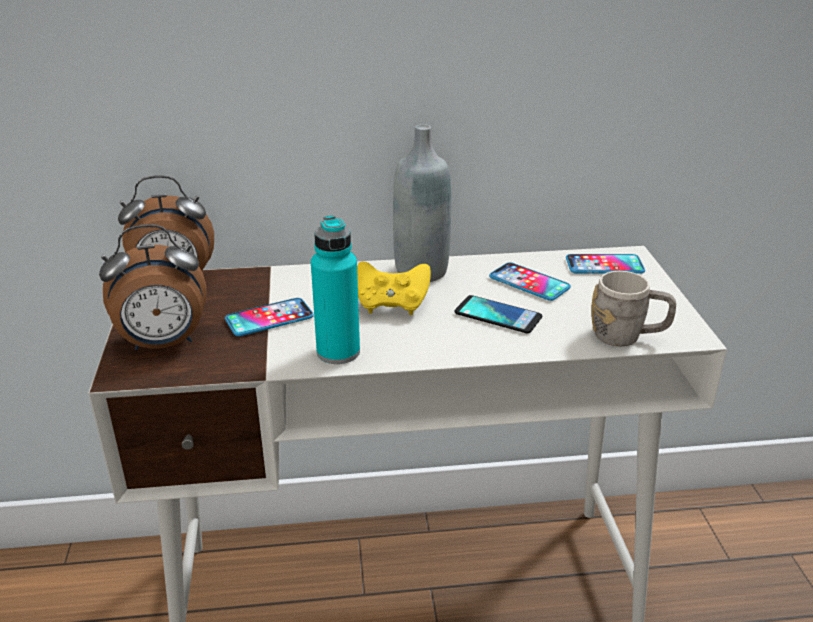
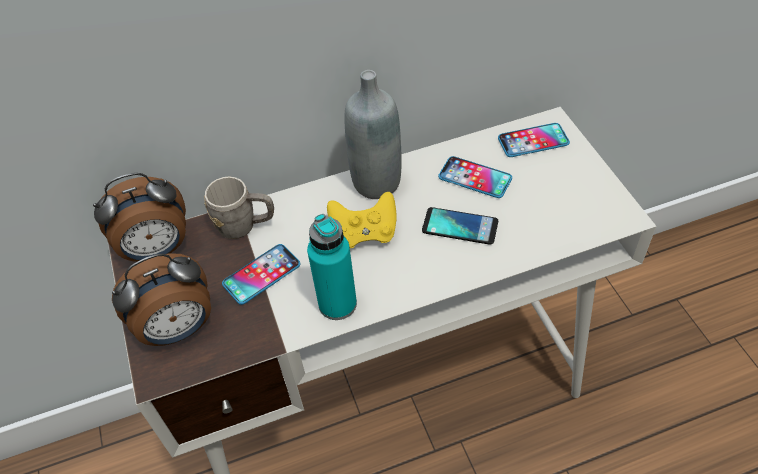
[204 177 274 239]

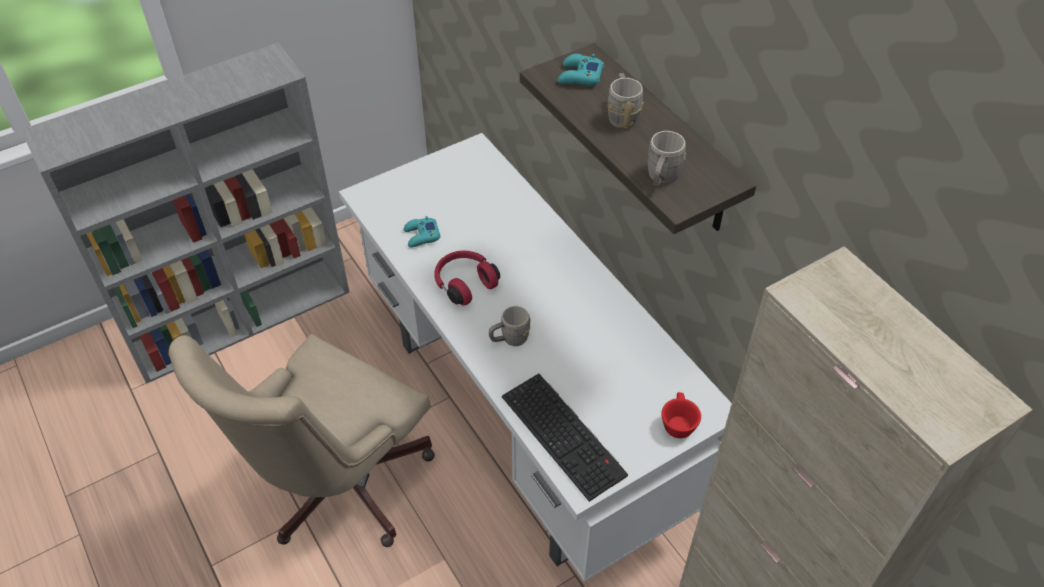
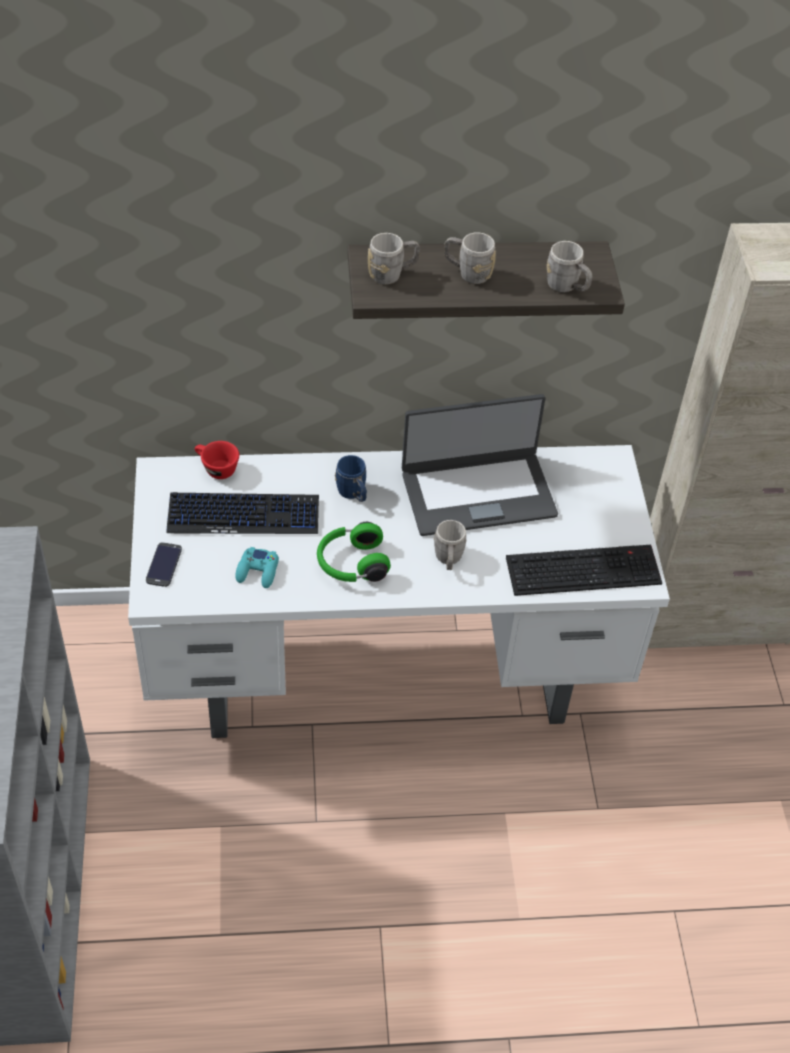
[169 334 435 547] (first image)
[146 542 182 587]
[166 492 319 534]
[335 455 367 502]
[402 394 558 536]
[195 441 239 479]
[368 233 420 285]
[317 522 391 582]

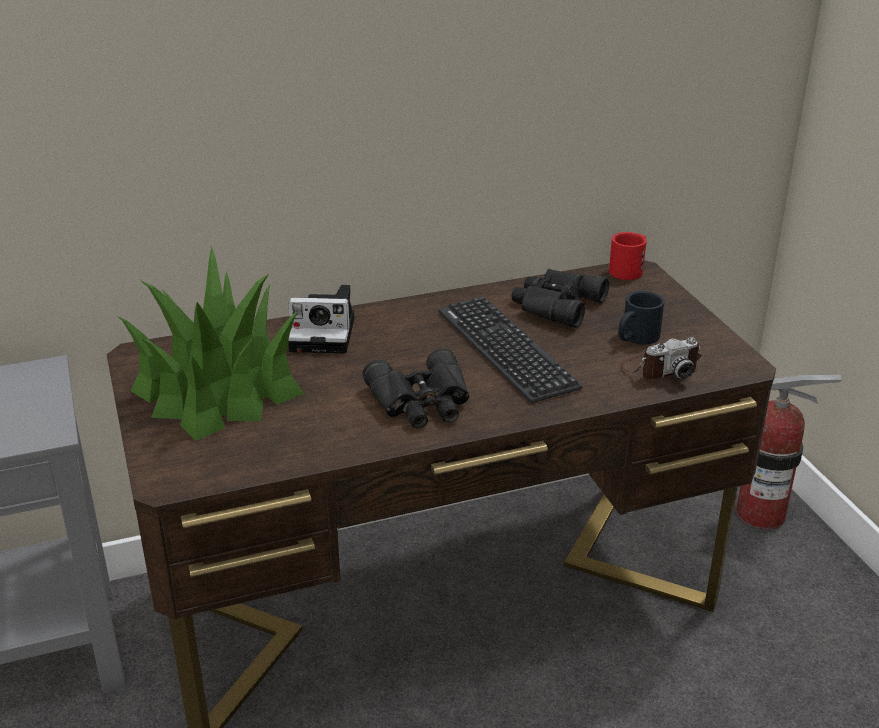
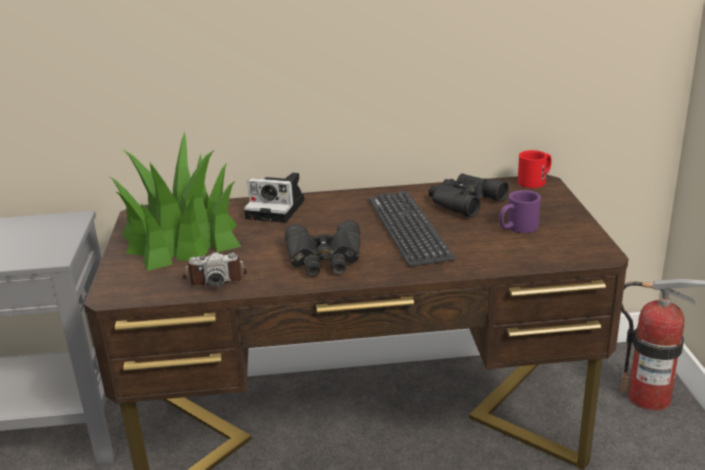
[182 252 247 287]
[499 190 541 233]

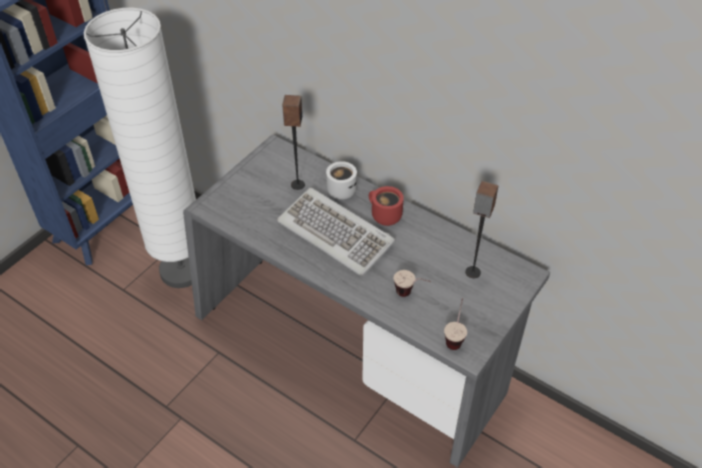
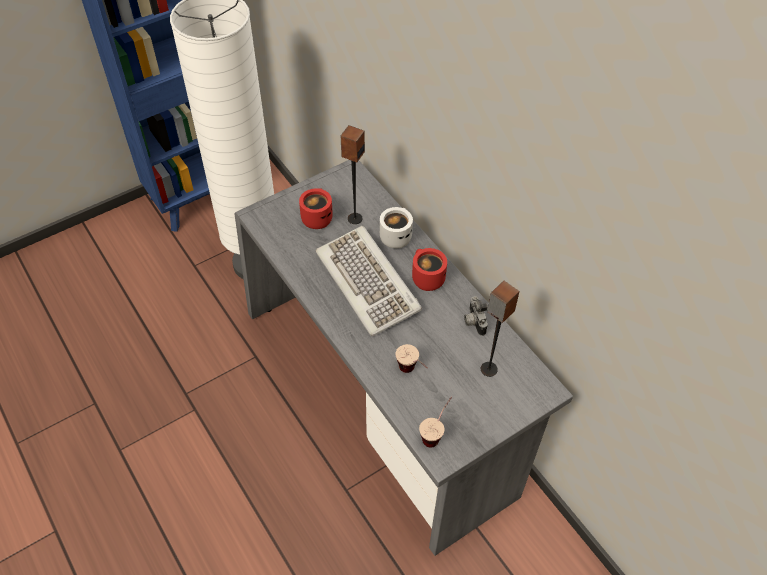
[299 188 333 229]
[464 296 488 336]

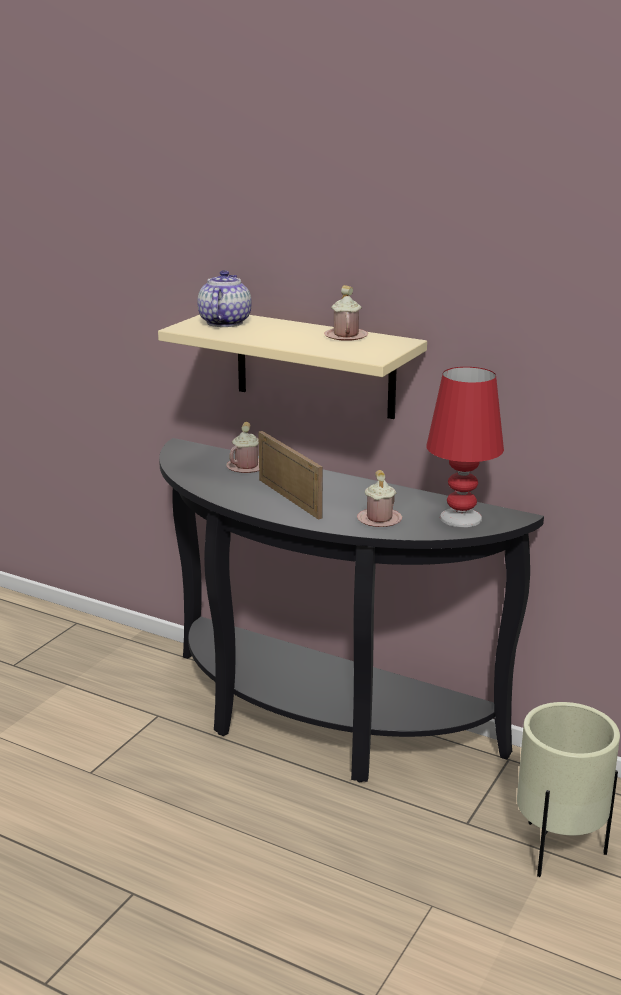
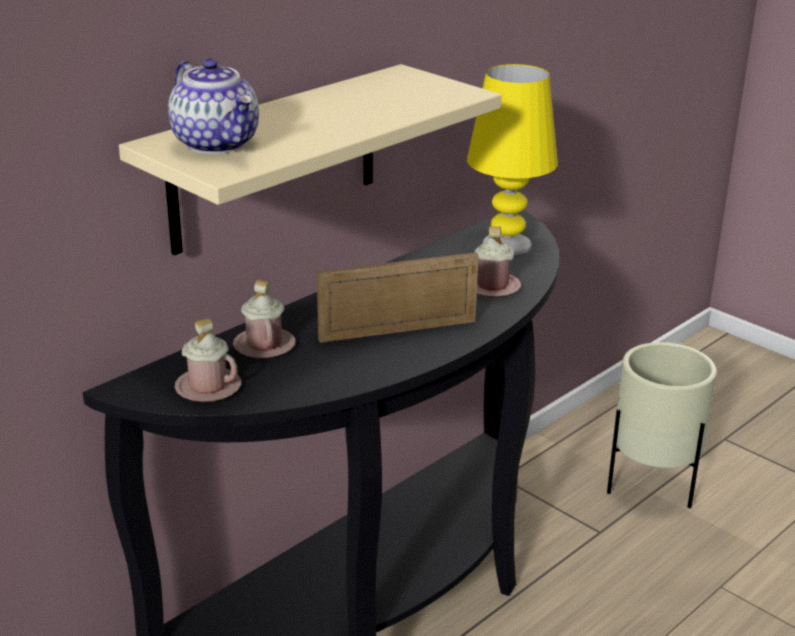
[175 318 241 402]
[467 64 558 255]
[168 58 259 154]

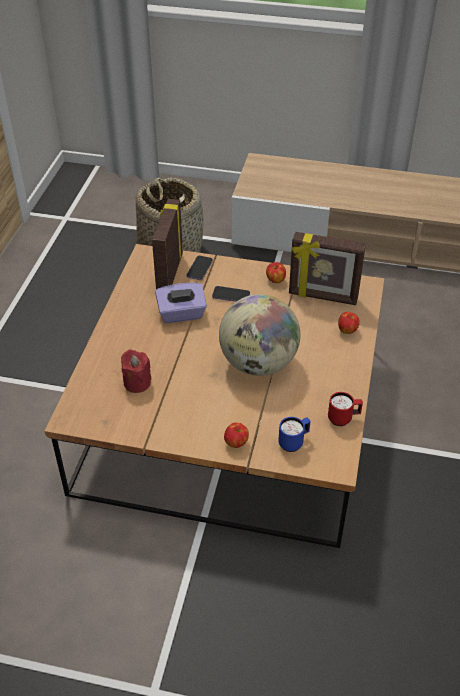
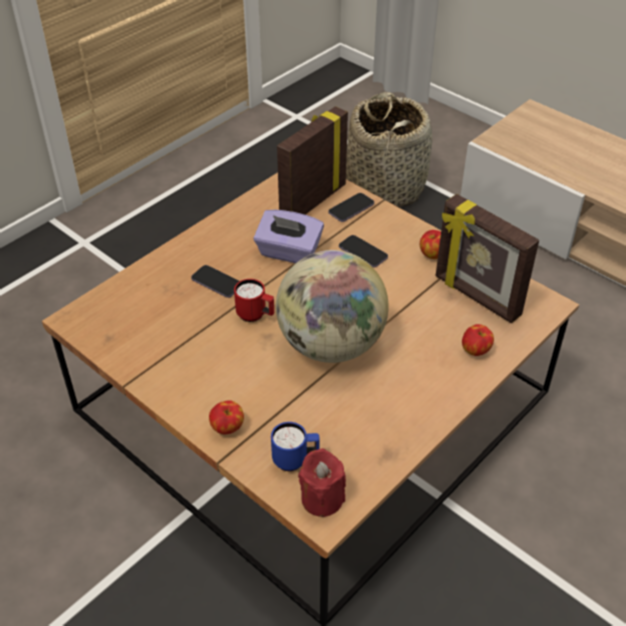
[191 265 239 298]
[298 449 346 517]
[234 279 274 322]

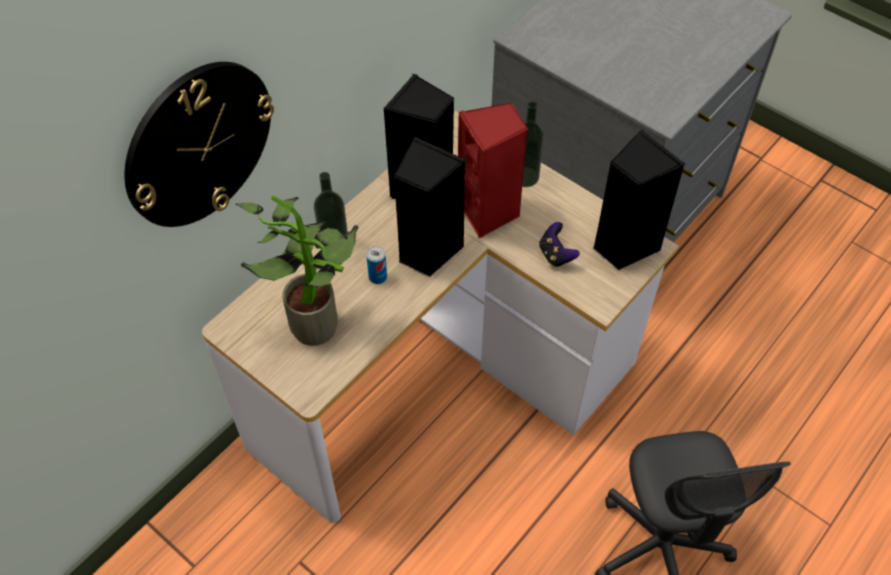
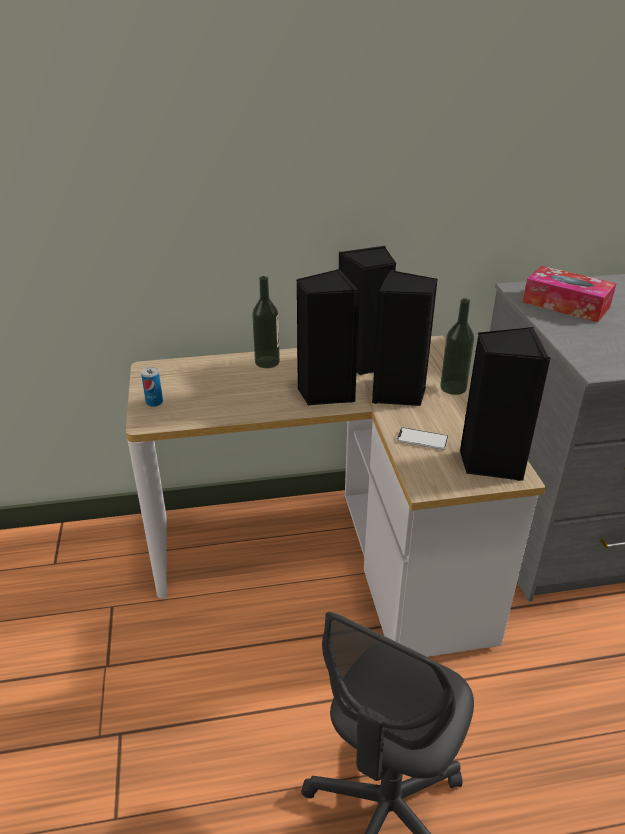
[124 62 274 227] (first image)
[236 195 359 346] (first image)
[523 266 616 322]
[141 367 163 407]
[397 427 449 450]
[372 270 438 406]

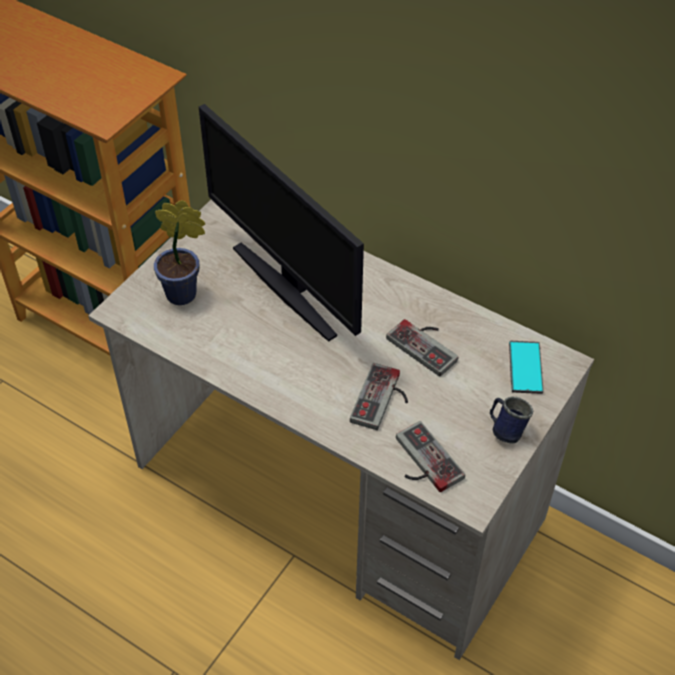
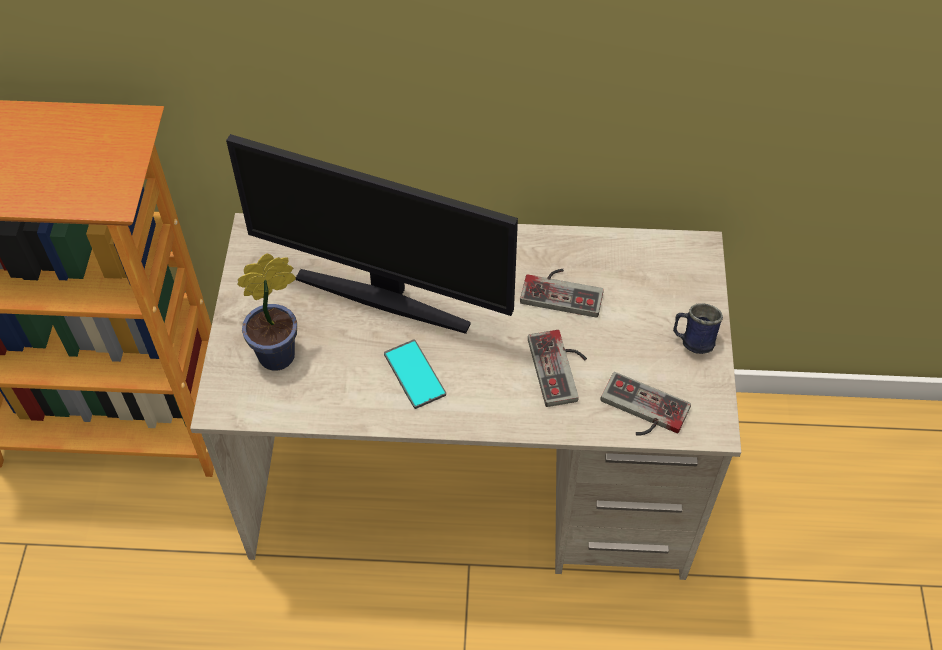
[384 339 446 409]

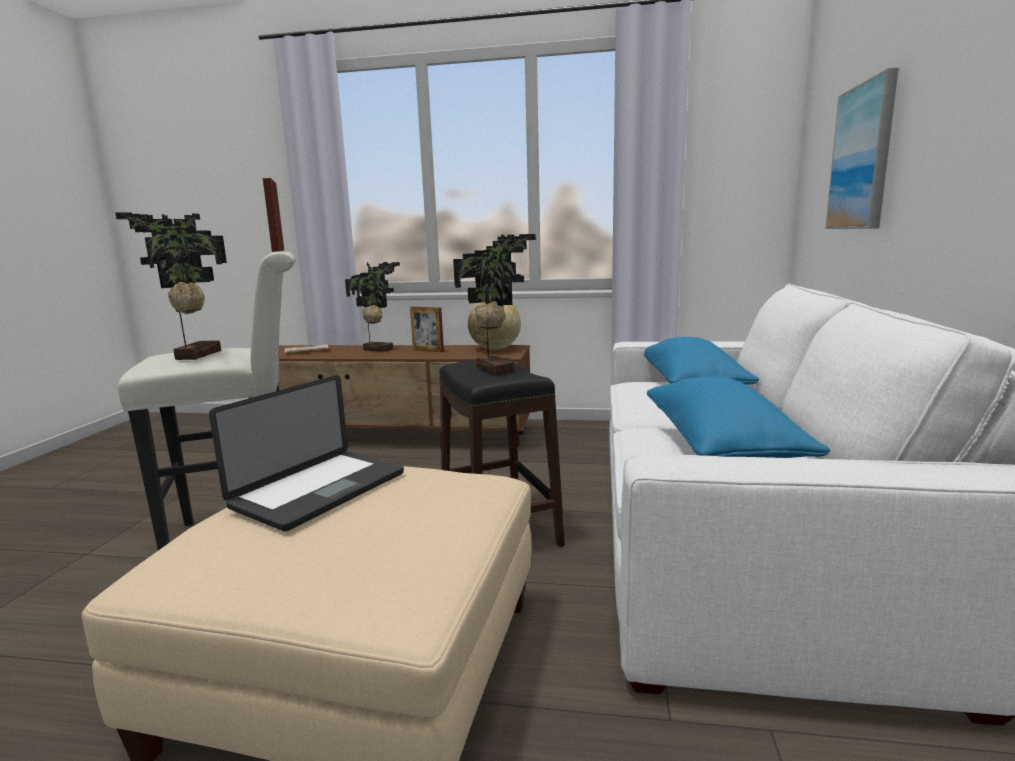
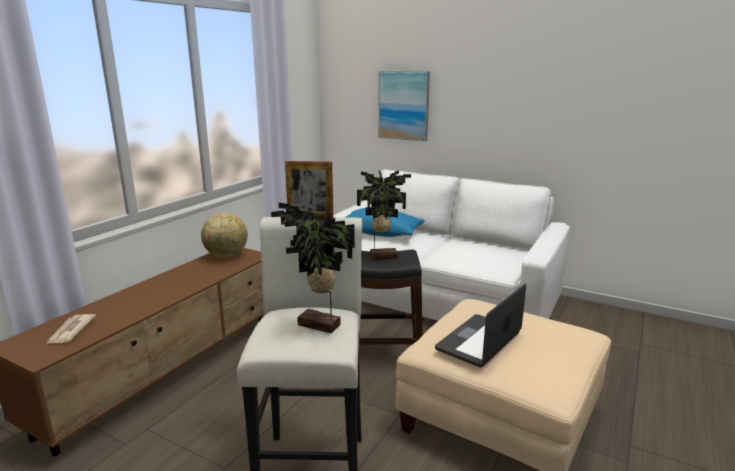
[345 262 400 352] (first image)
[410 307 444 352] (first image)
[647 377 830 458] (first image)
[435 284 526 367]

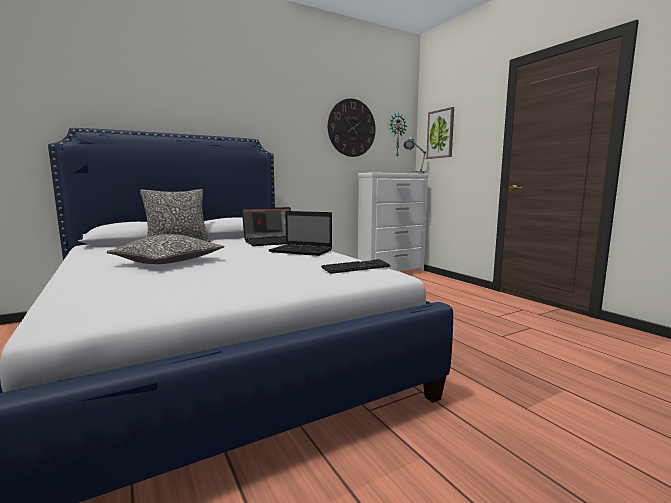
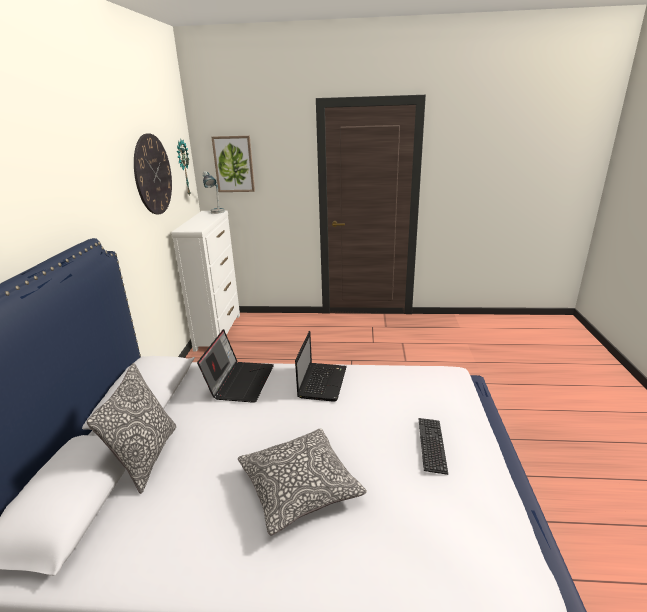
[418 418 448 475]
[295 331 347 402]

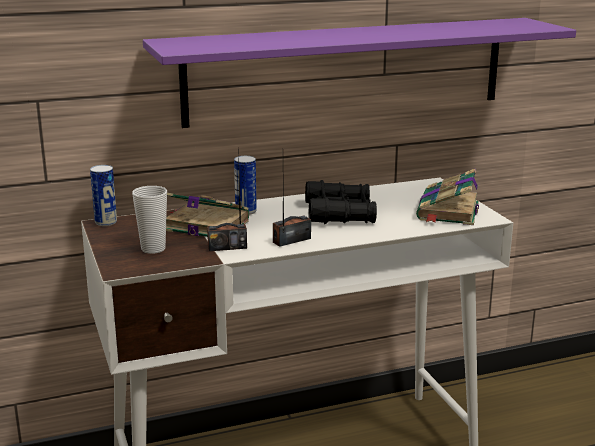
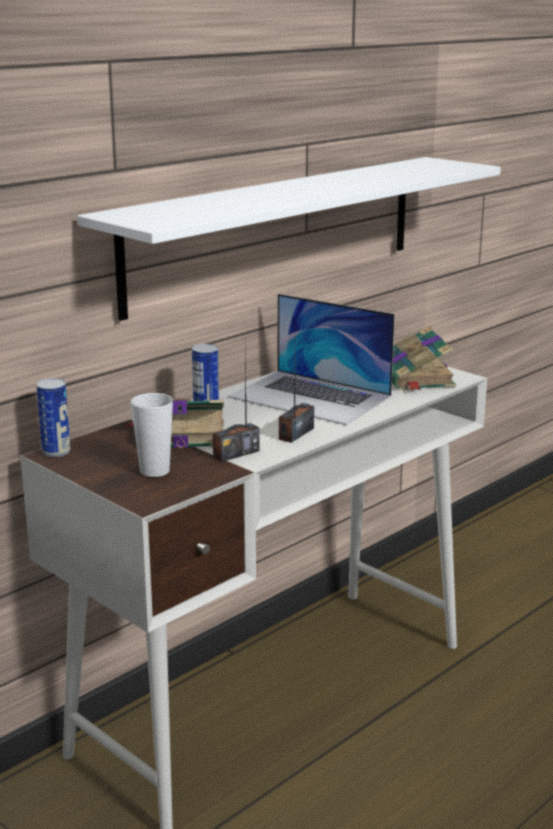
[228 294 395 425]
[77 157 501 321]

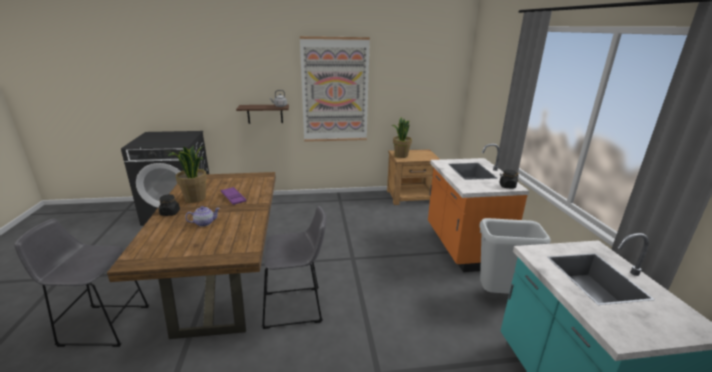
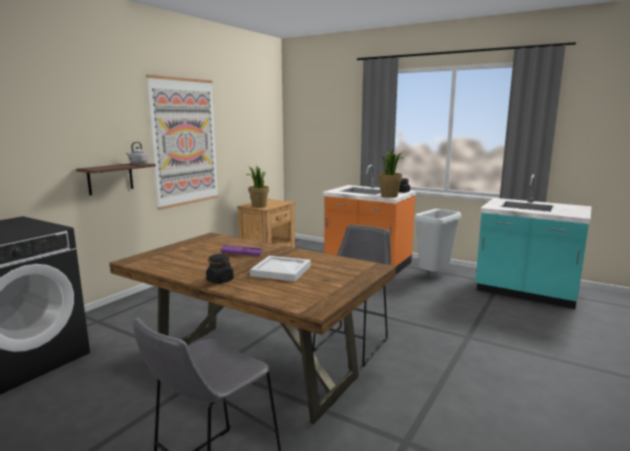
[378 149 404 198]
[250 256 311 281]

